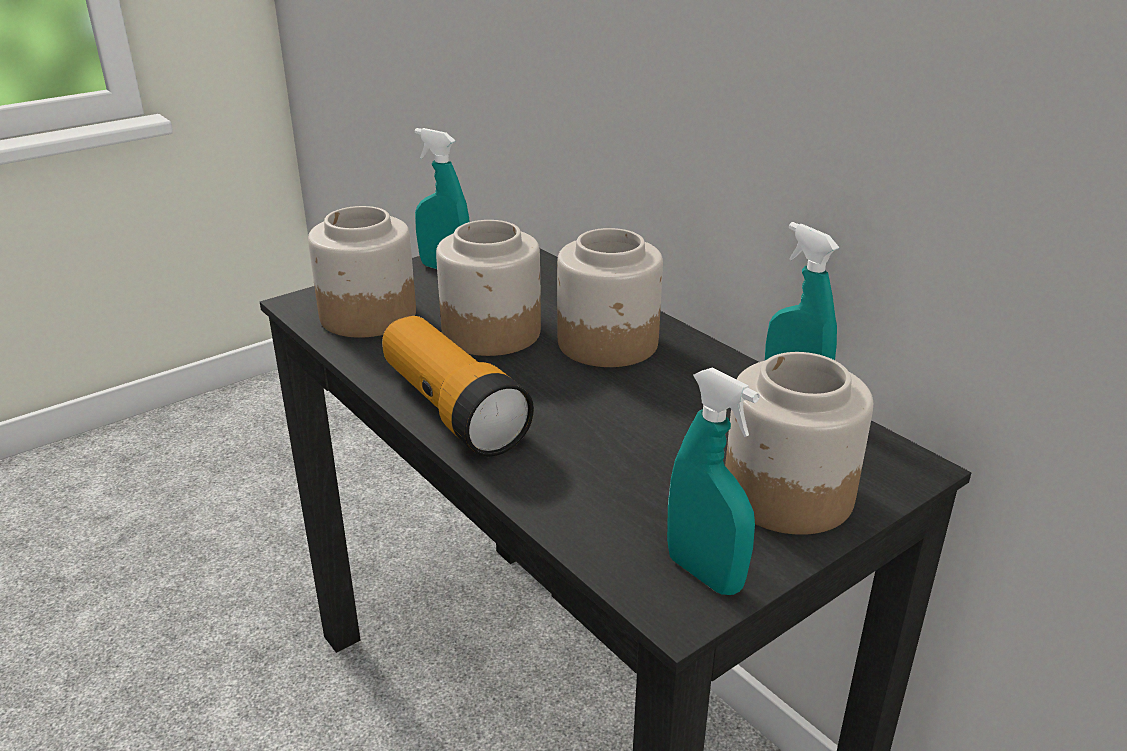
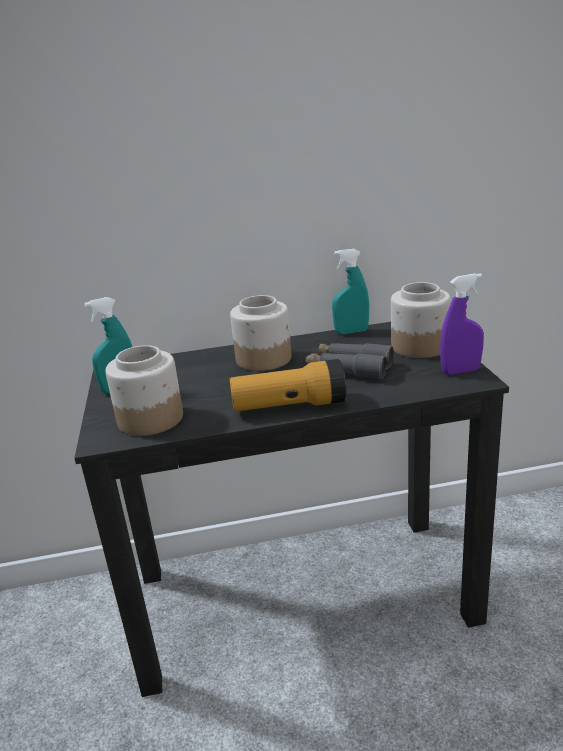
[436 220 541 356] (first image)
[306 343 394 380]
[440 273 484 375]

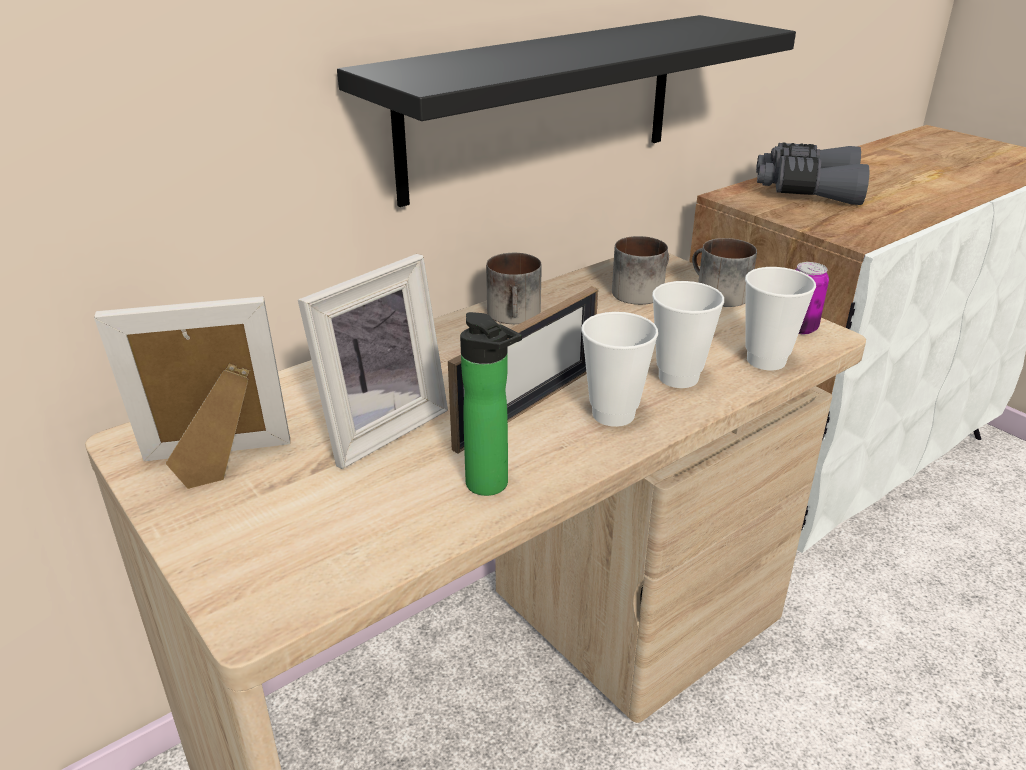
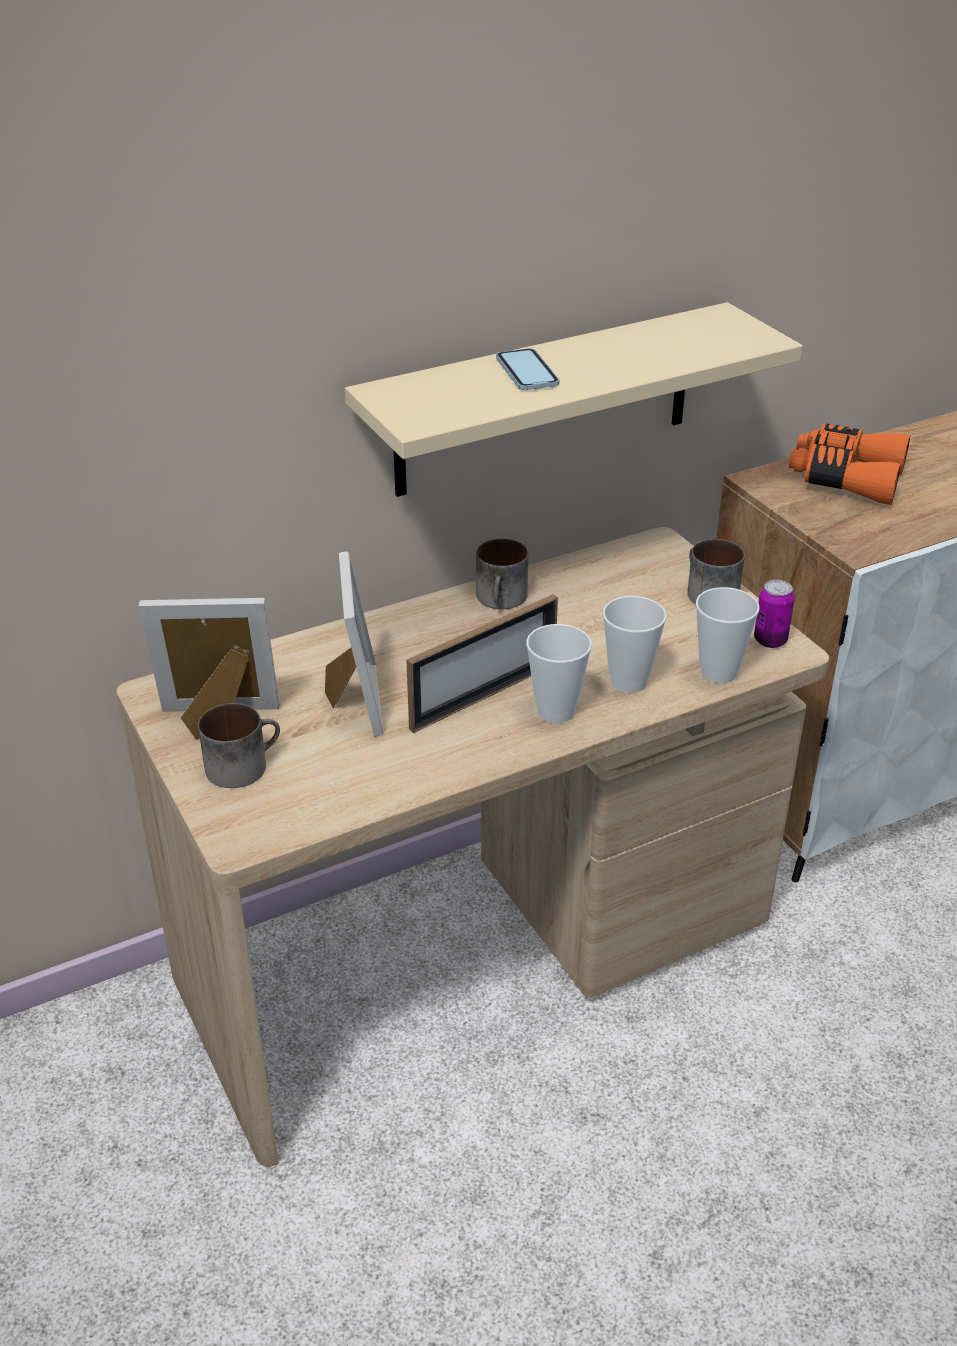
[460 312 522 496] (first image)
[496 348 559 390]
[198 703 280 788]
[345 302 803 497]
[789 423 910 505]
[325 551 384 737]

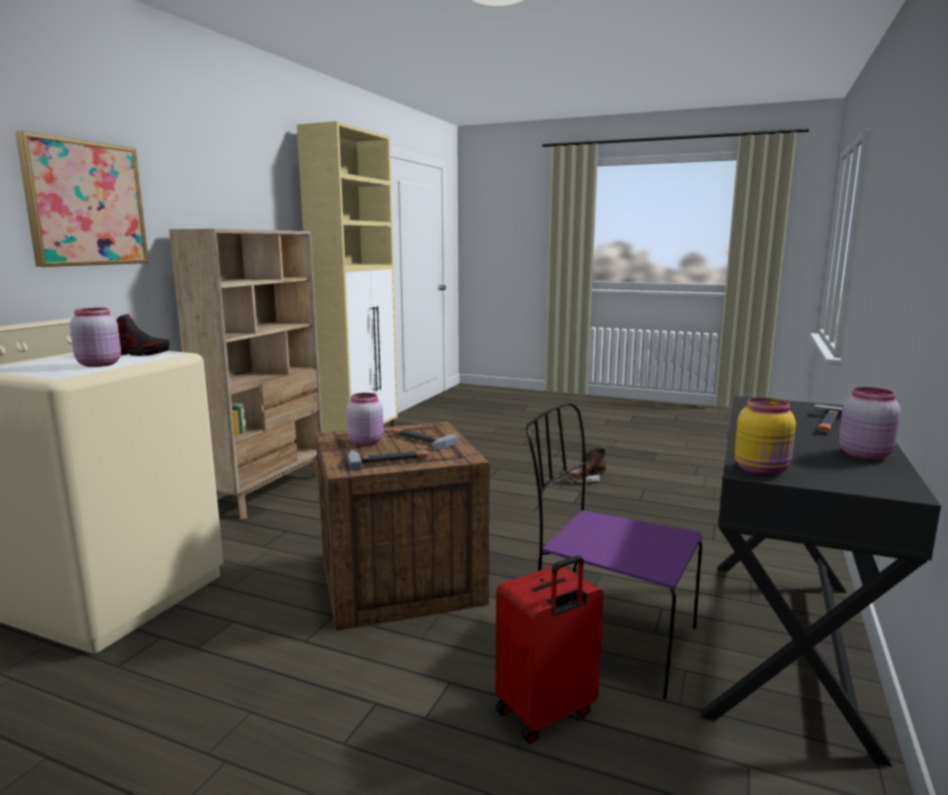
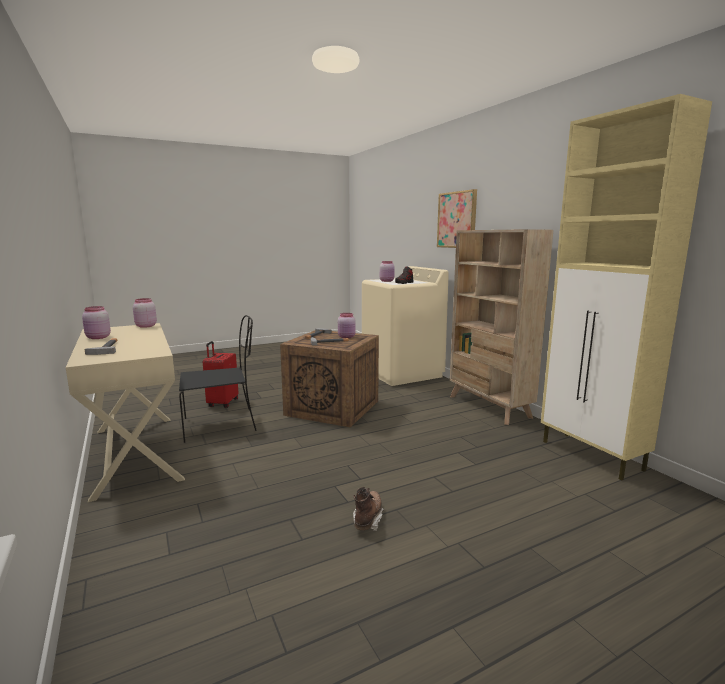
[179 315 257 443]
[66 323 185 502]
[133 298 157 328]

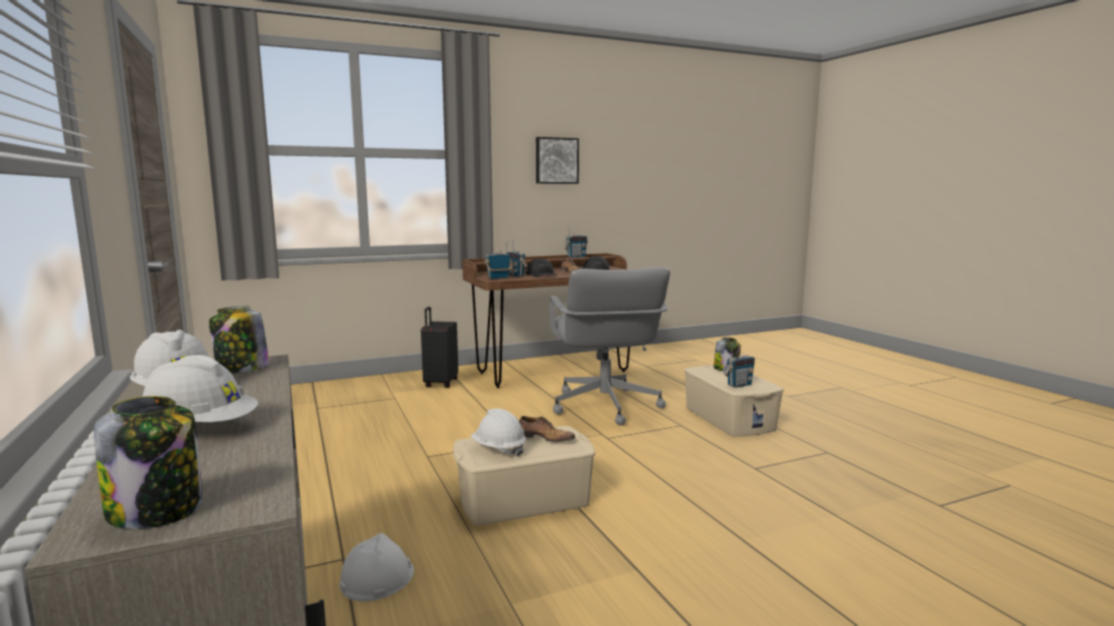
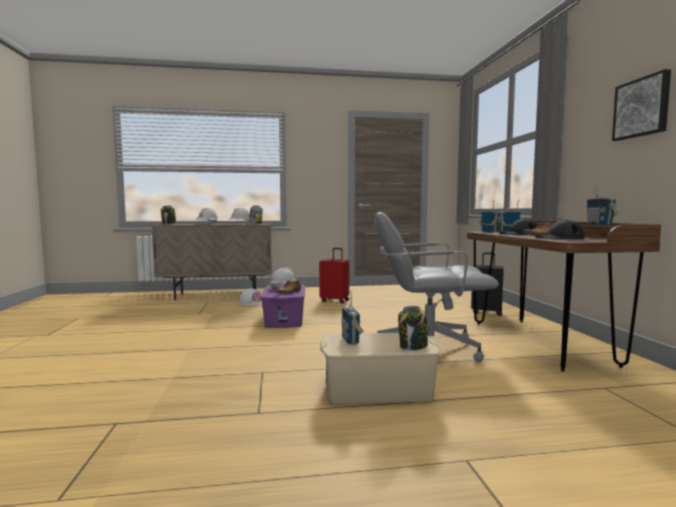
[319 248 349 304]
[261 284 305 328]

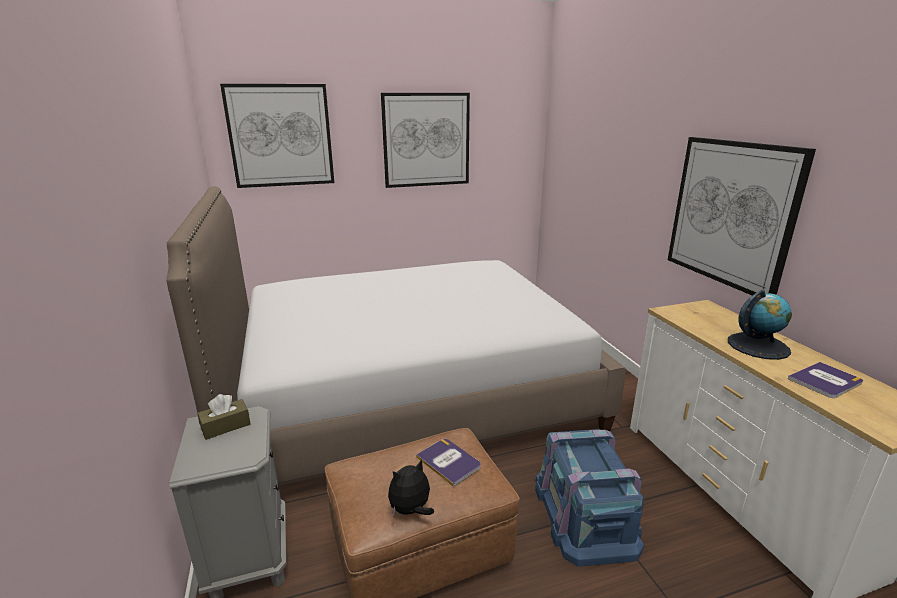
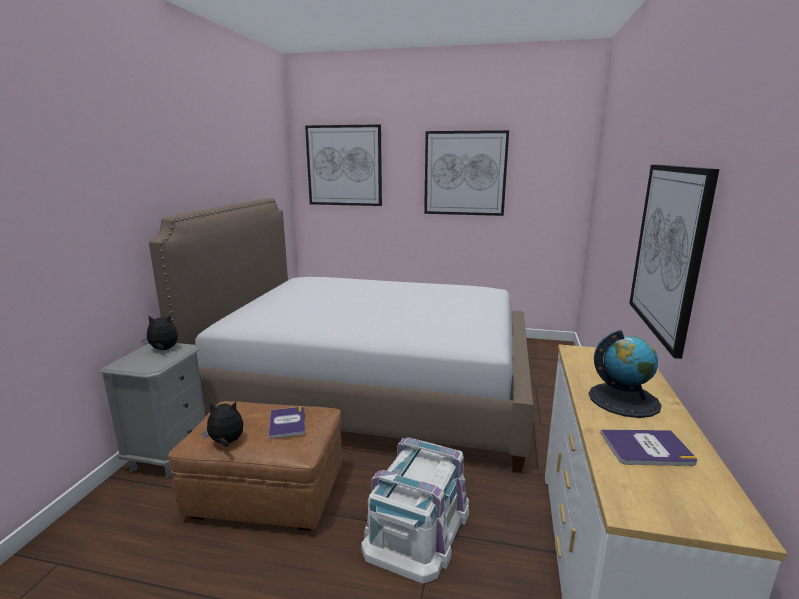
[142 315 178 350]
[361 437 469 584]

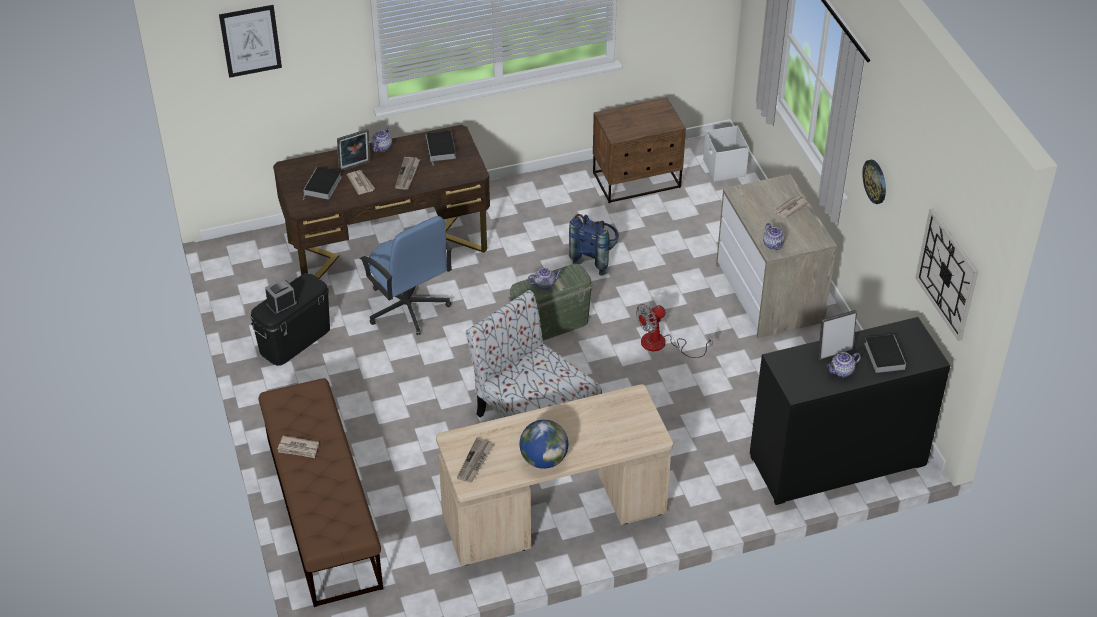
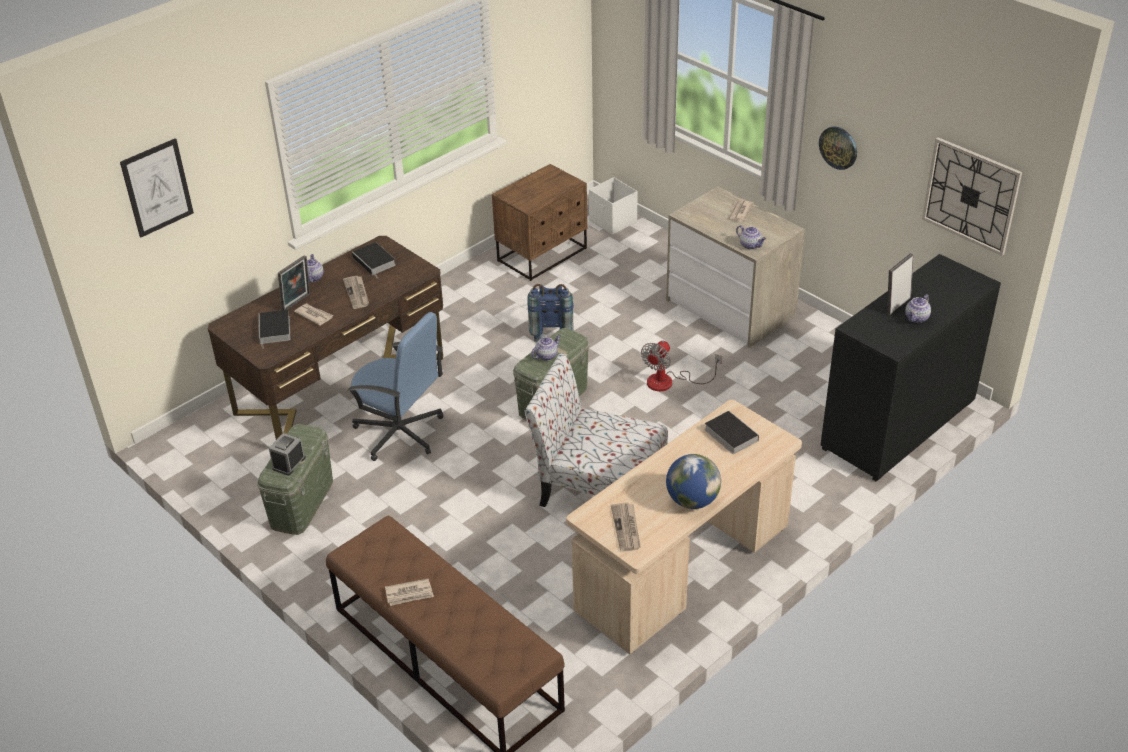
[704 411 759 454]
[257 424 333 535]

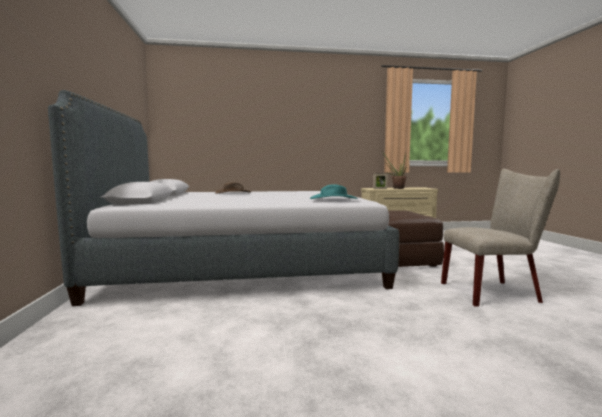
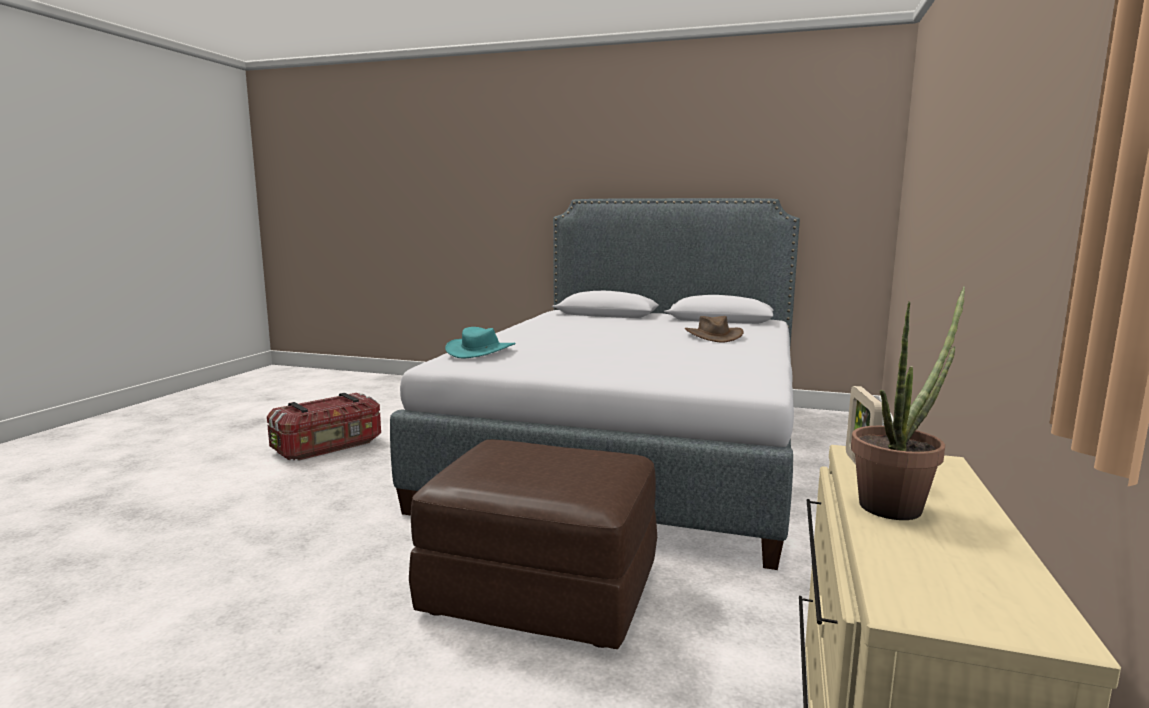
[441 169 560 307] (first image)
[267 393 381 460]

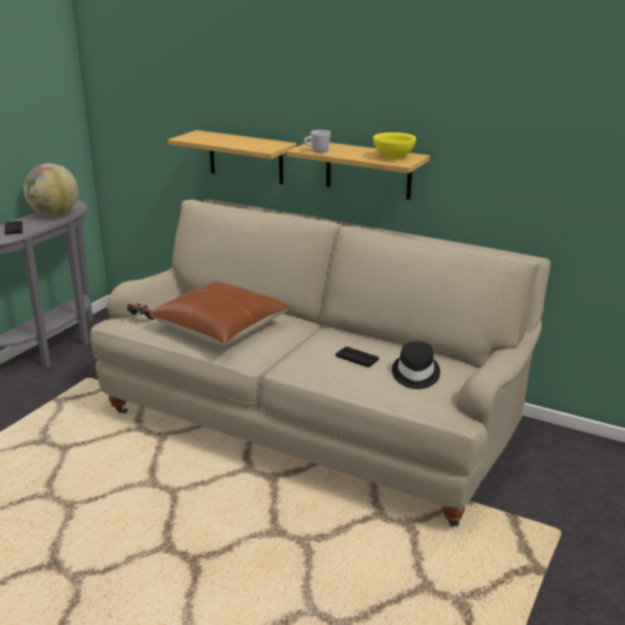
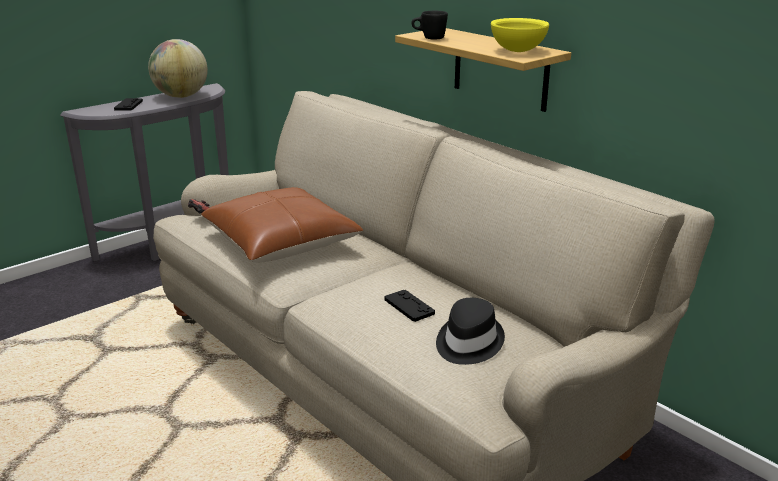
[168 130 297 185] (first image)
[411 11 448 39]

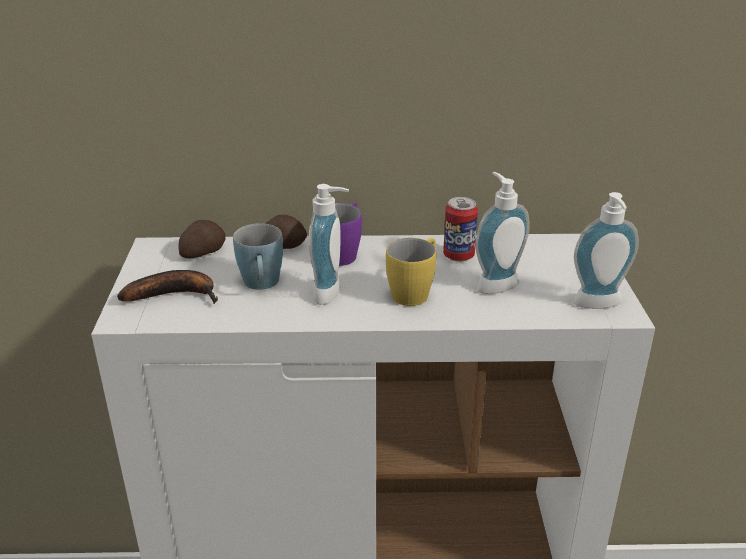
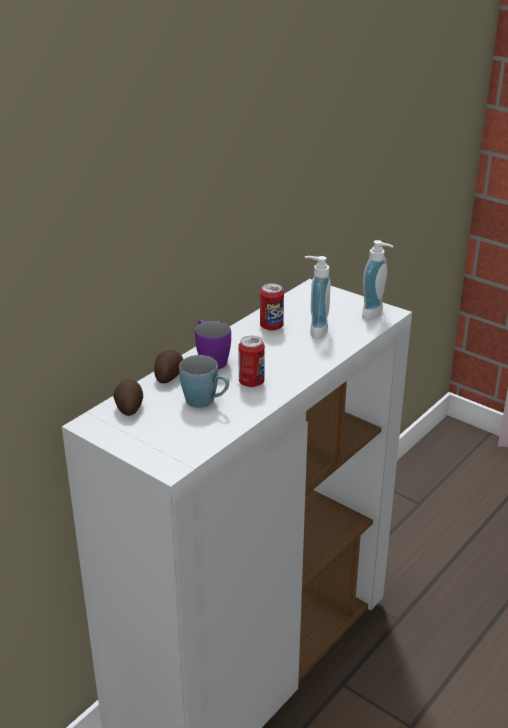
[117 270 218 304] (first image)
[386 238 436 306] (first image)
[238 336 265 387]

